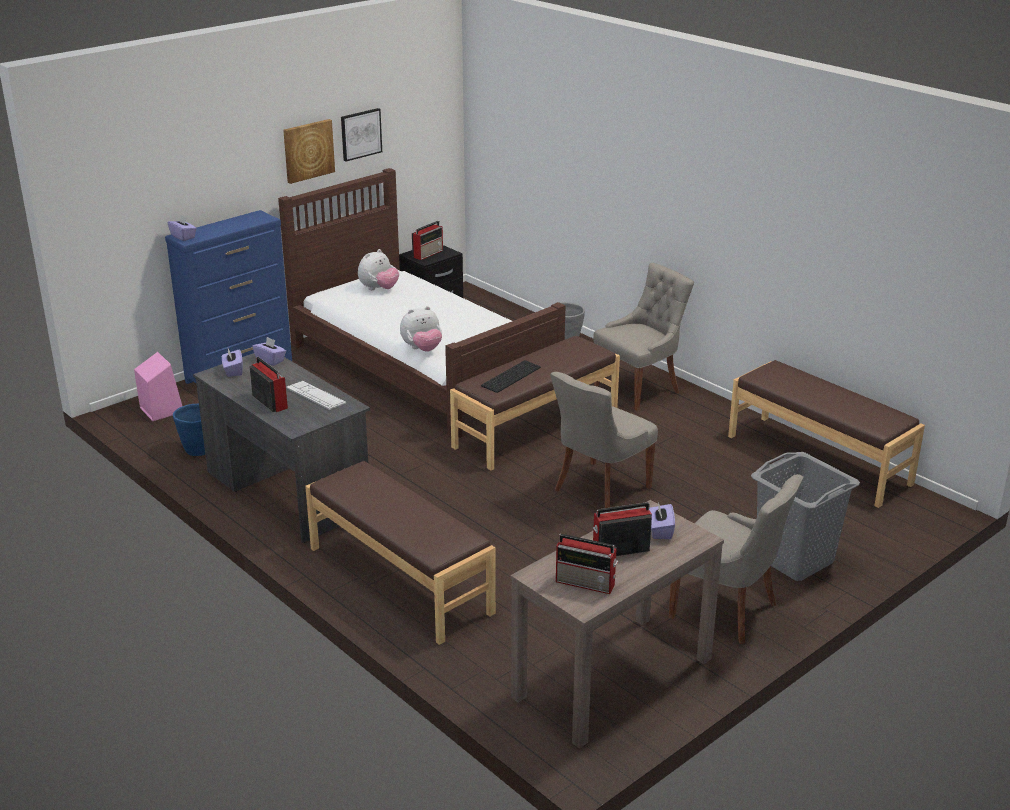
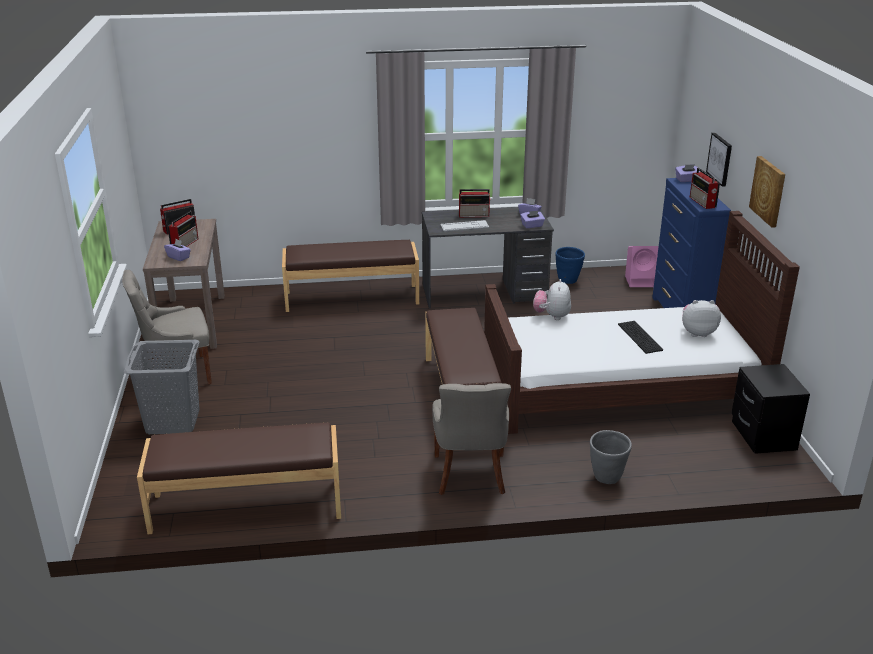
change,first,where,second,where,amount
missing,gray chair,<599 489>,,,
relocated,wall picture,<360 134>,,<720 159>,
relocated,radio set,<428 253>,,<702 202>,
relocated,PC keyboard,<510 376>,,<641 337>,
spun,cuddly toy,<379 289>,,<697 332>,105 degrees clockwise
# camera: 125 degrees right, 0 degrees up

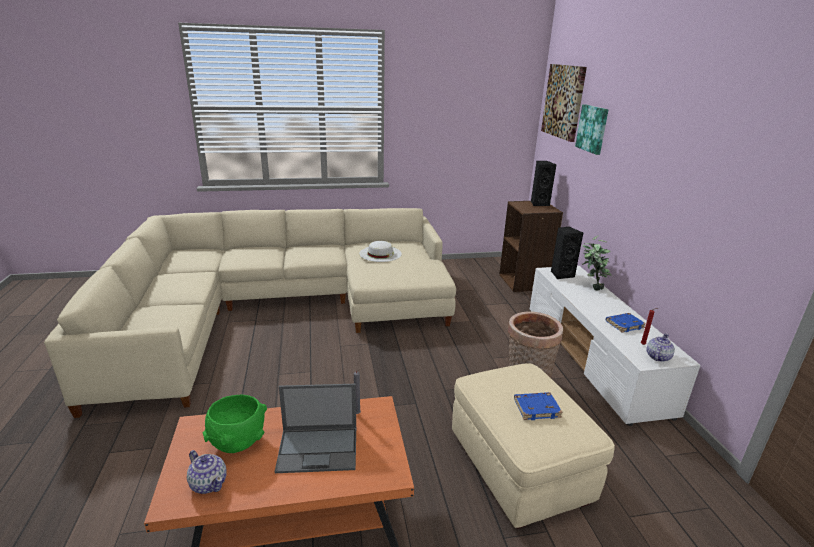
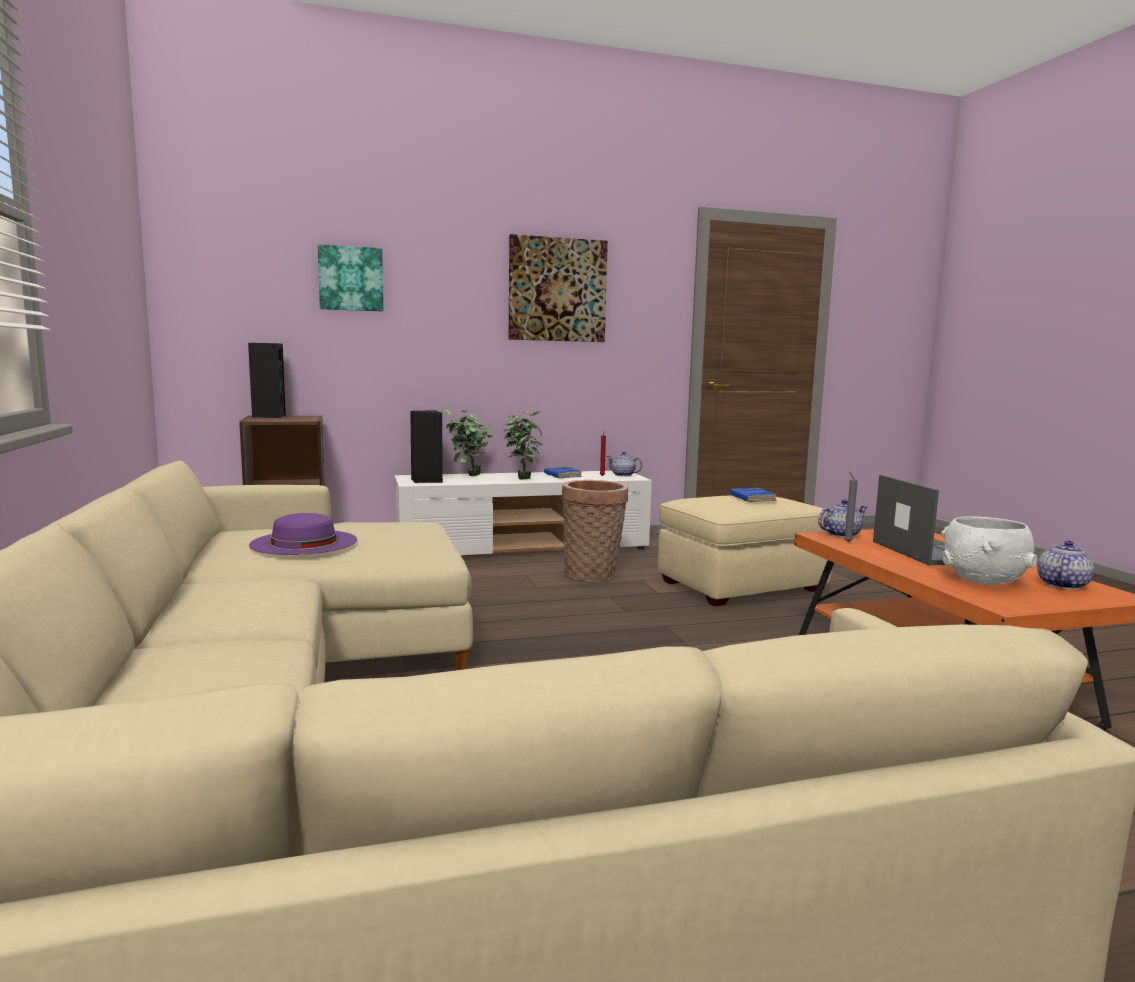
change,first,where,second,where,amount
appeared,,,potted plant,<522 478>,
appeared,,,tea pot,<840 534>,
relocated,wall picture,<564 101>,,<557 290>,
colour,green deep dish,<238 442>,whitish deep dish,<984 581>,
colour,whitish wearable hat,<380 253>,purple wearable hat,<304 542>,
# camera: 95 degrees left, 15 degrees down

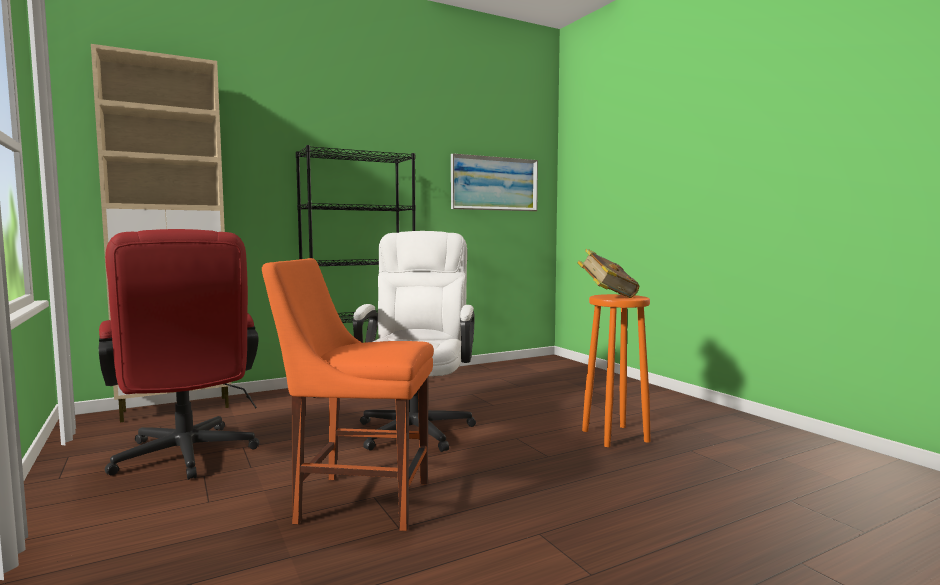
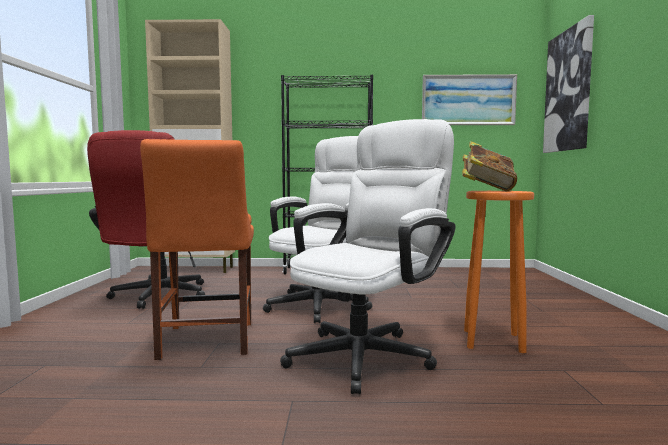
change,first,where,second,where,amount
appeared,,,whitish desk chair,<369 352>,
appeared,,,wall picture,<568 91>,
spun,orangey chair,<357 500>,,<206 342>,135 degrees counterclockwise
# camera: 30 degrees right, 0 degrees up

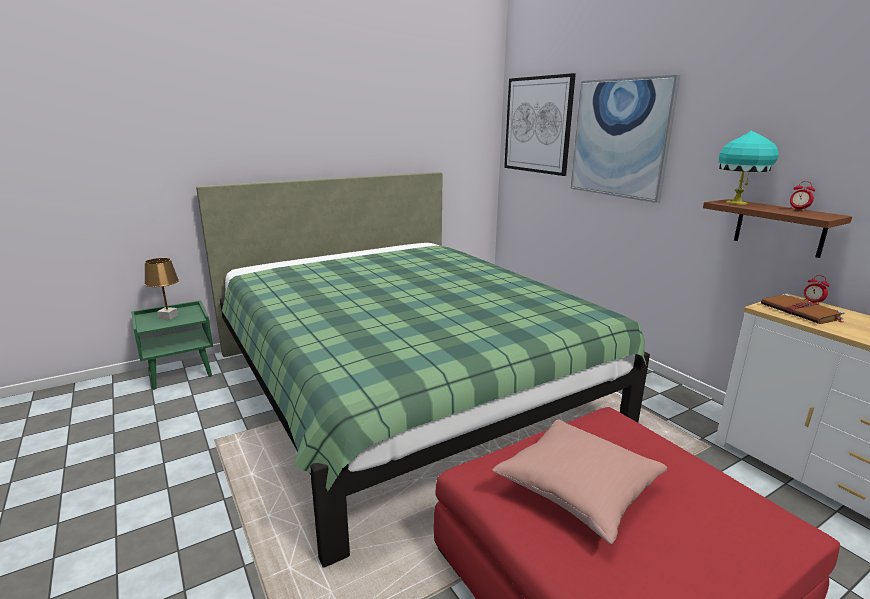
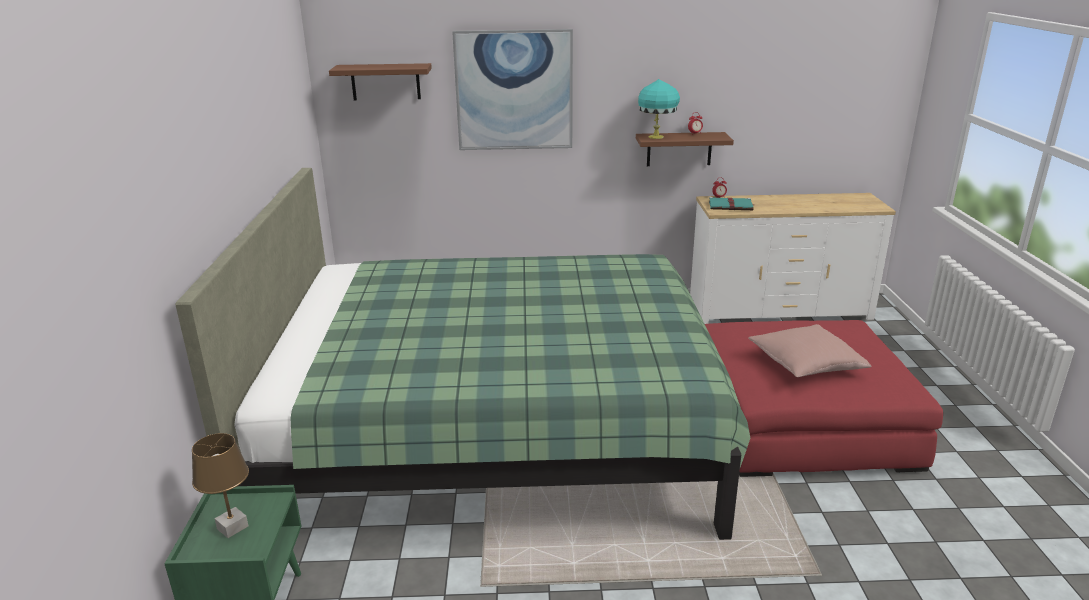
change,first,where,second,where,amount
exchanged,wall picture,<537 125>,brown-coloured bracket shelf,<385 82>,
colour,brown-coloured volume,<801 312>,turquoise-coloured volume,<731 206>,
# camera: 60 degrees left, 5 degrees up

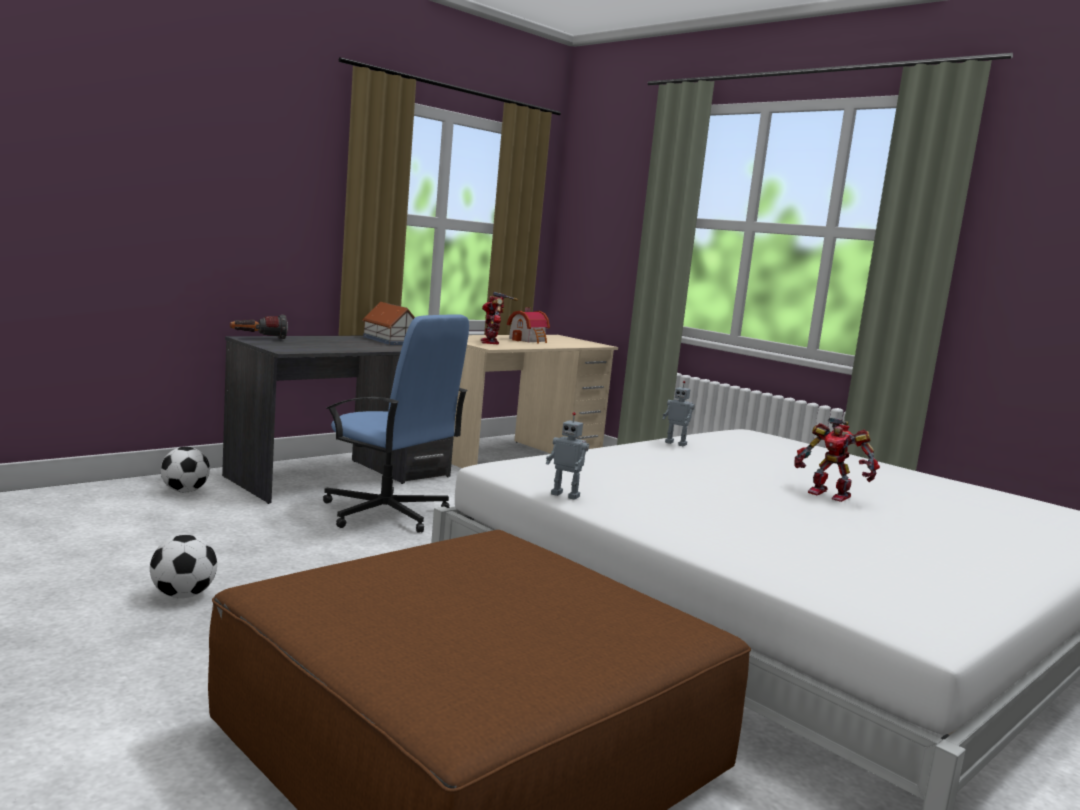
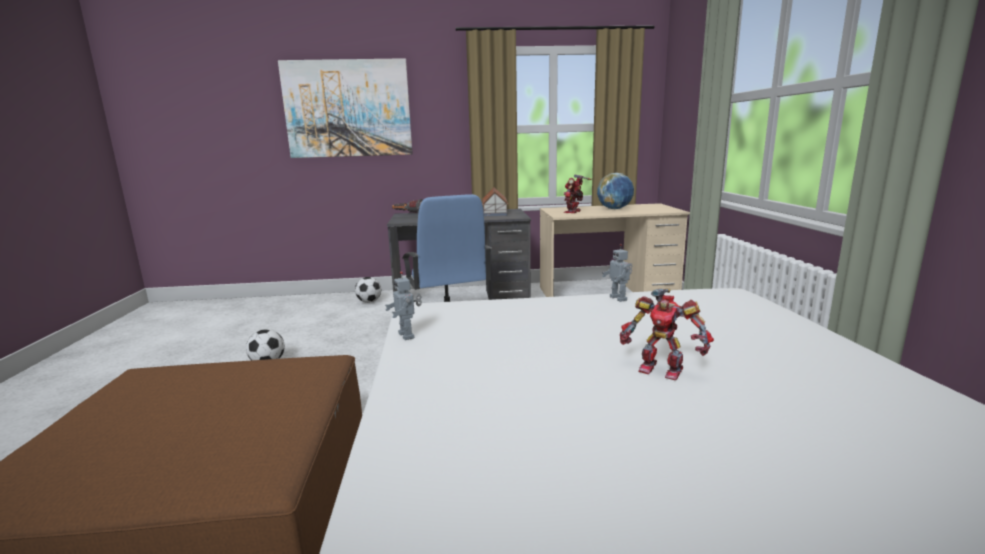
change,first,where,second,where,amount
appeared,,,wall picture,<348 109>,
exchanged,miniature house,<529 340>,desk globe,<614 209>,
spun,robot figure,<830 494>,,<661 369>,45 degrees counterclockwise
# camera: 40 degrees right, 5 degrees up

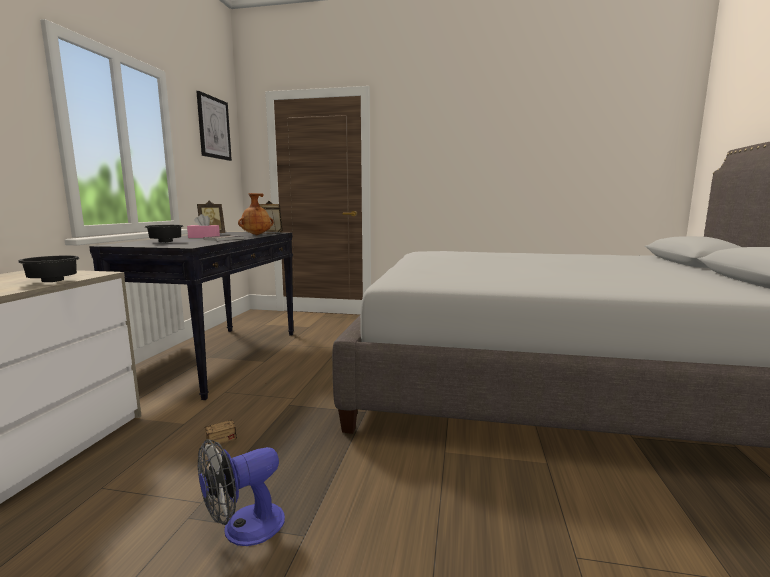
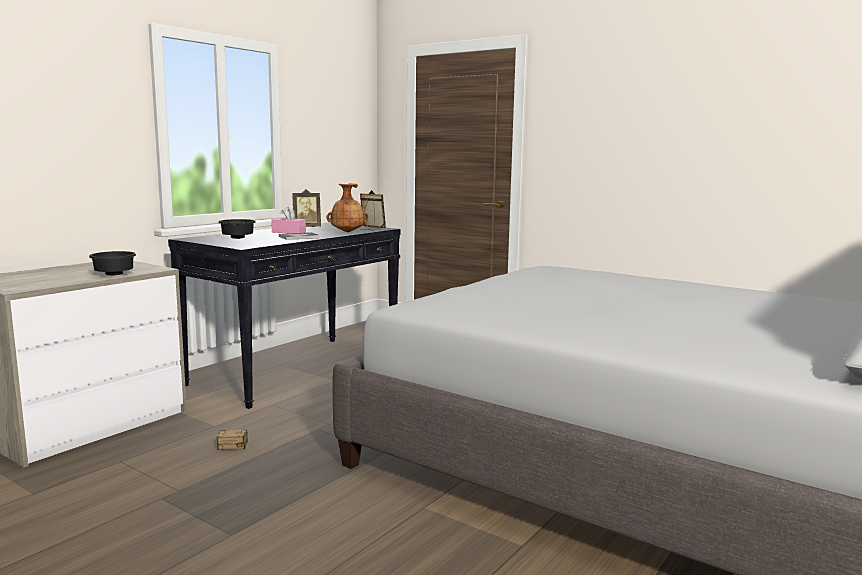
change,first,where,second,where,amount
missing,wall picture,<214 128>,,,
missing,cooling fan,<243 529>,,,
# camera: 25 degrees right, 0 degrees up

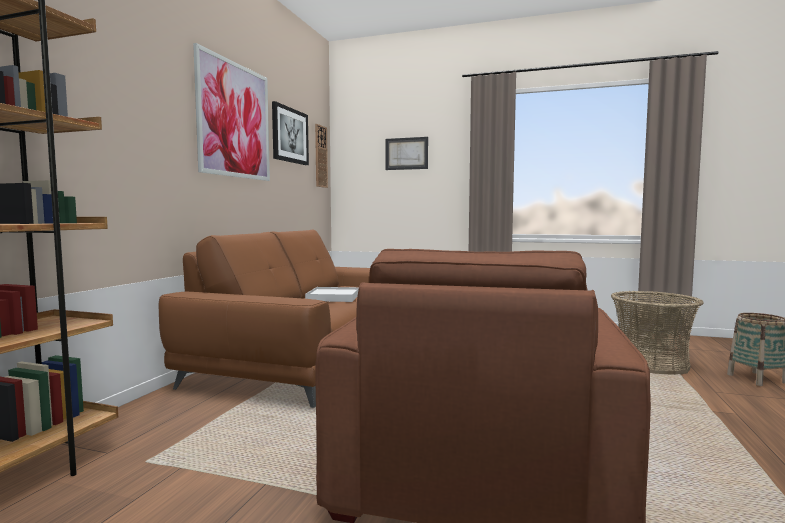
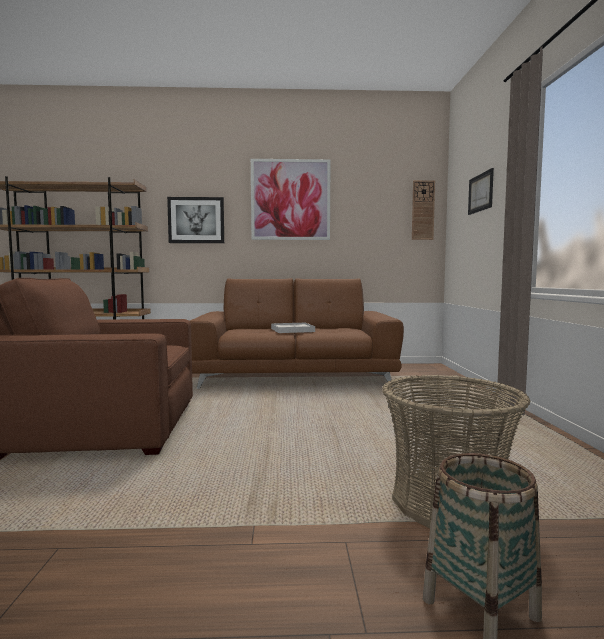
change,first,where,second,where,amount
relocated,wall picture,<290 135>,,<196 220>,
# camera: 70 degrees right, 0 degrees up

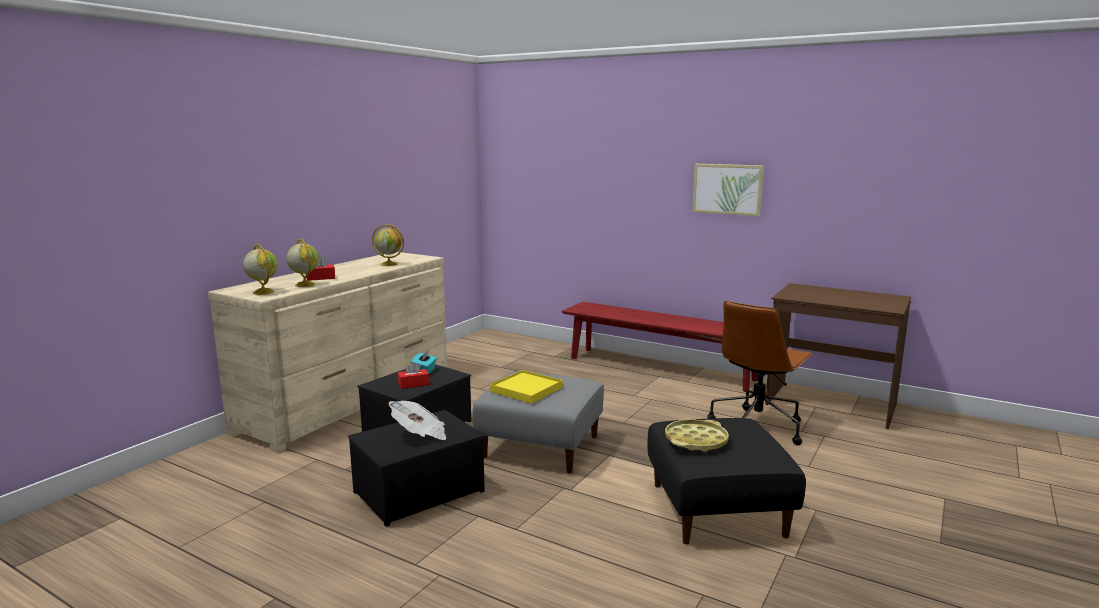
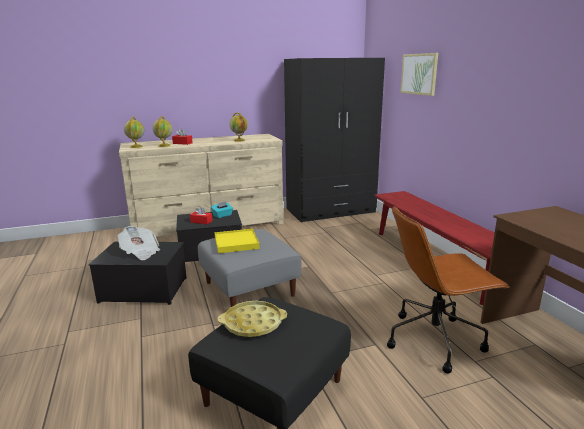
change,first,where,second,where,amount
appeared,,,black wardrobe,<331 210>,
relocated,wall picture,<727 189>,,<419 74>,
# camera: 40 degrees right, 5 degrees up

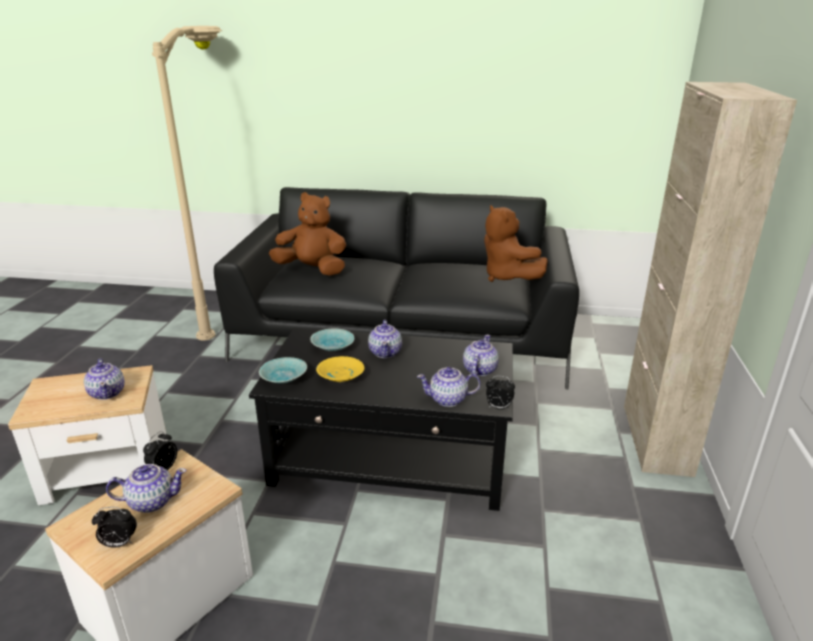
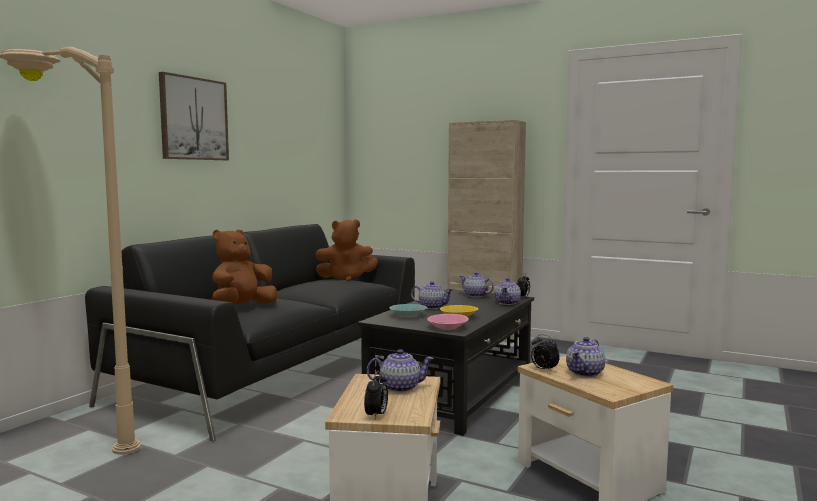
change,first,where,second,where,amount
appeared,,,wall picture,<193 119>,
relocated,table clock,<119 543>,,<376 415>,
colour,turquoise-coloured deep dish,<283 378>,pink deep dish,<448 328>,
spun,tea pot,<151 501>,,<585 373>,150 degrees counterclockwise
# camera: 70 degrees left, 20 degrees down

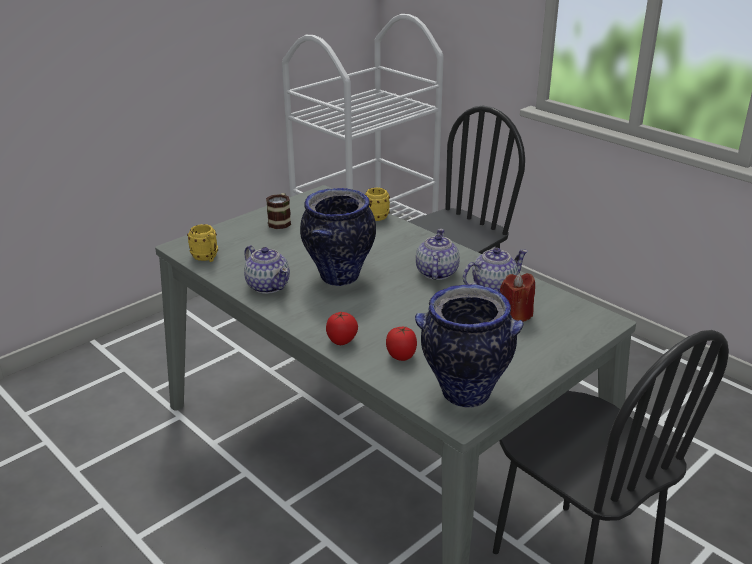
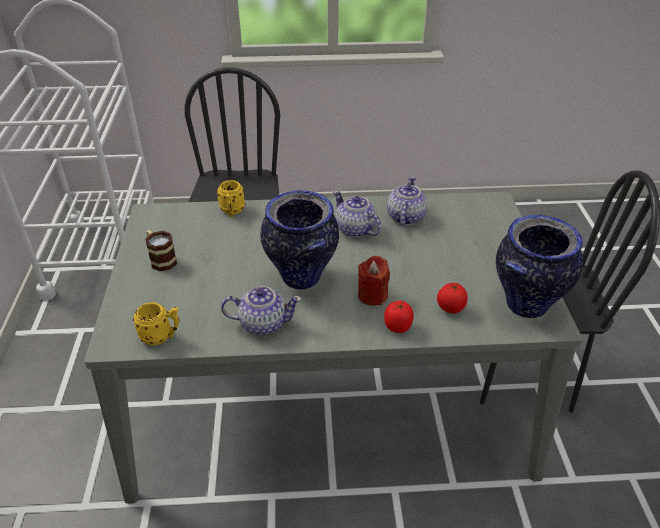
change,first,where,second,where,amount
relocated,red wax light,<516 314>,,<372 295>,
# camera: 50 degrees left, 10 degrees up

